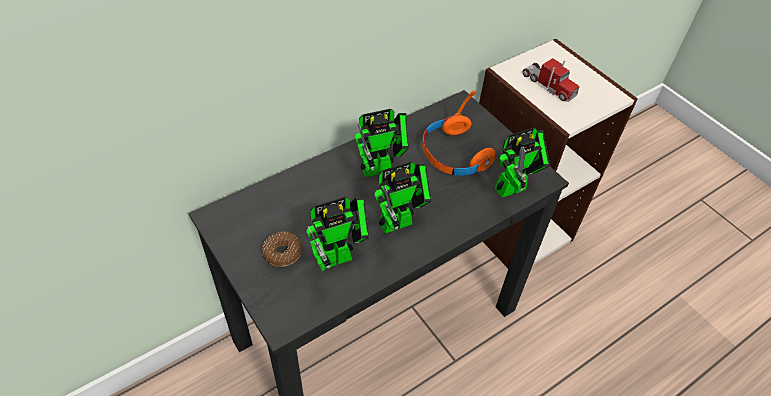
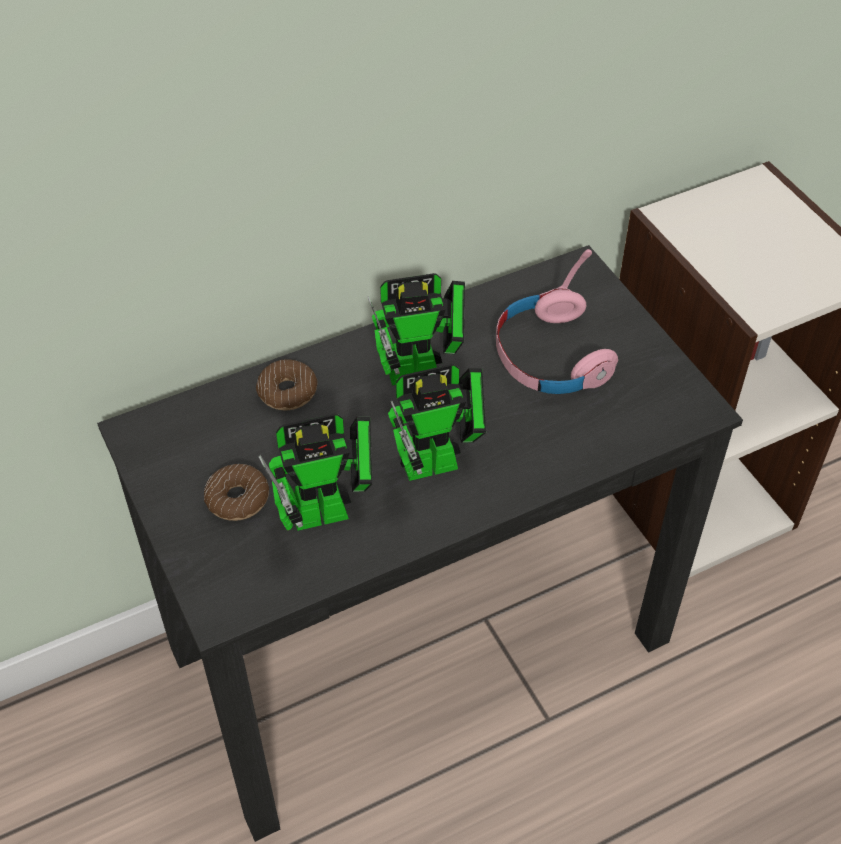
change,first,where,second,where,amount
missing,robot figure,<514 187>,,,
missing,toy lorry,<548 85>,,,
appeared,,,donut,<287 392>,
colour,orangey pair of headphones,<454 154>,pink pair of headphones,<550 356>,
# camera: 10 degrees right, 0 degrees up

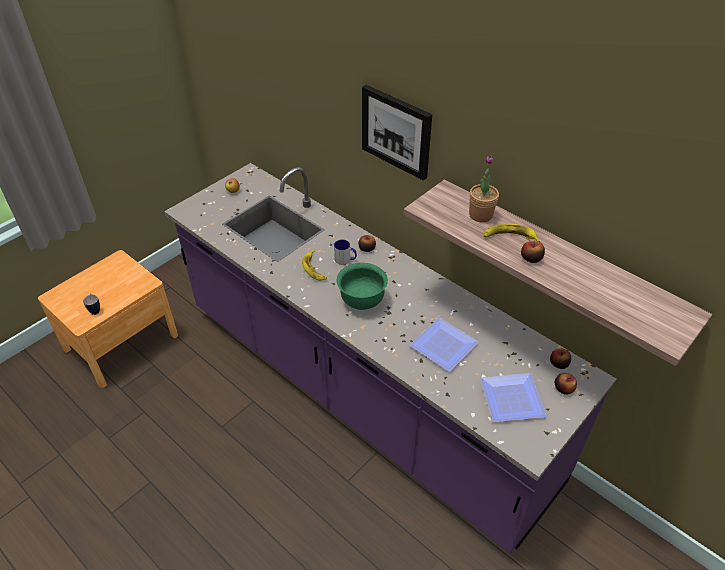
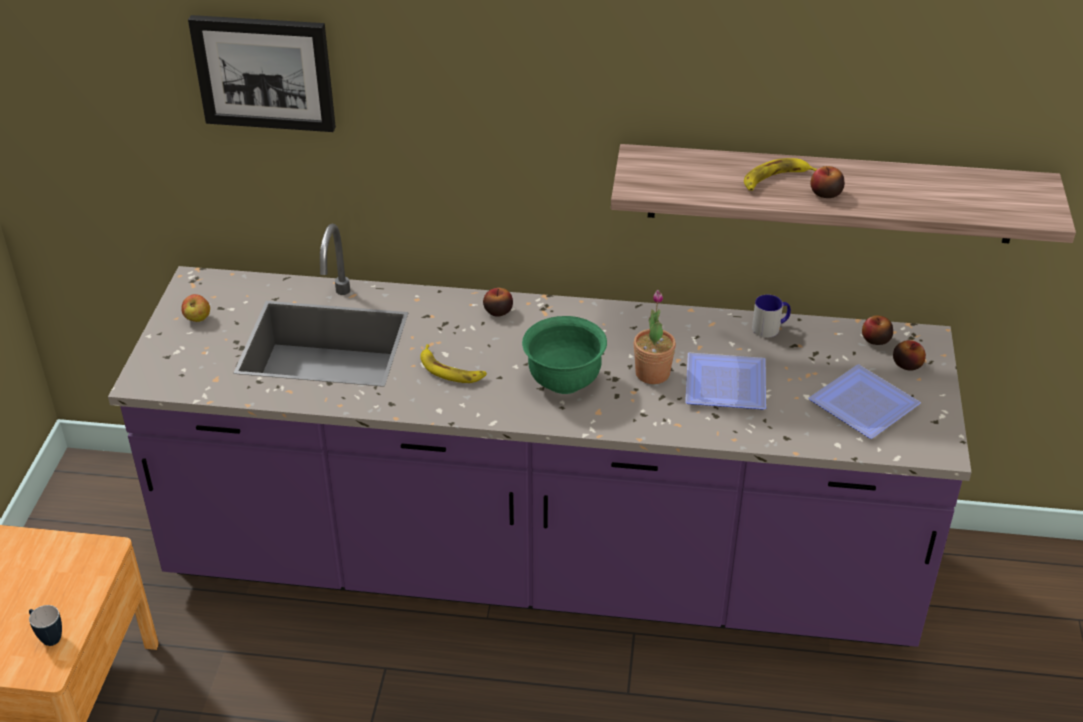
change,first,where,second,where,amount
relocated,coffee mug,<345 260>,,<770 328>,
relocated,wall picture,<396 131>,,<264 72>,
relocated,potted plant,<480 215>,,<652 373>,
# camera: 35 degrees left, 5 degrees down

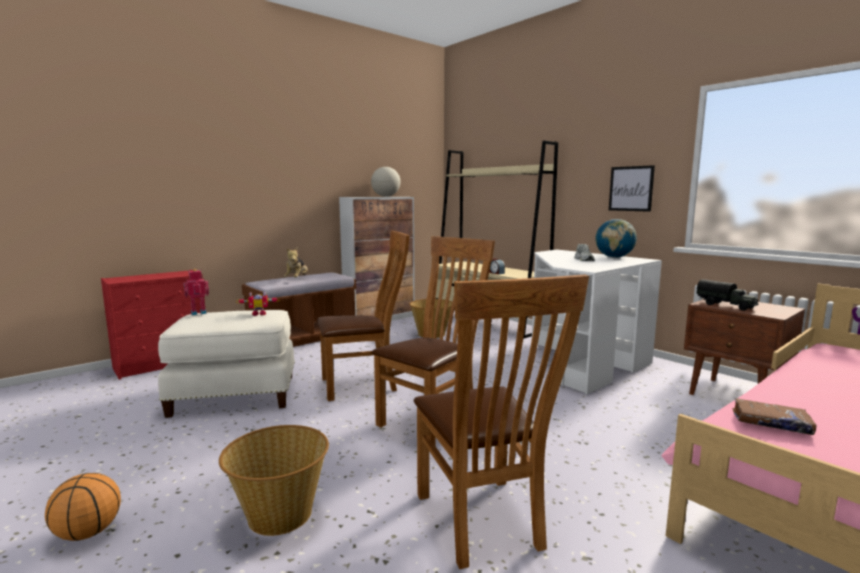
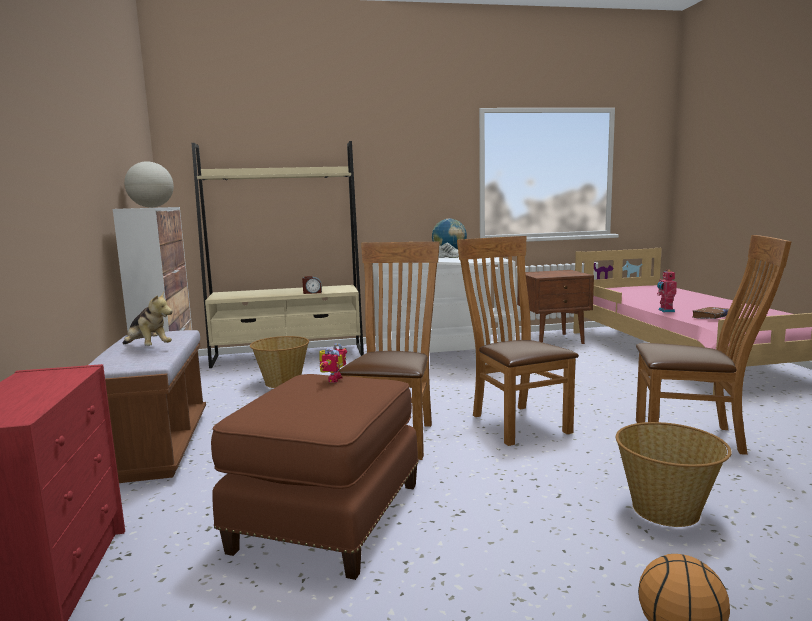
change,first,where,second,where,amount
missing,wall picture,<631 188>,,,
missing,toy lorry,<726 306>,,,
relocated,robot figure,<198 312>,,<665 311>,
colour,whitish ottoman,<235 394>,brown-coloured ottoman,<326 515>,
# camera: 60 degrees left, 0 degrees up

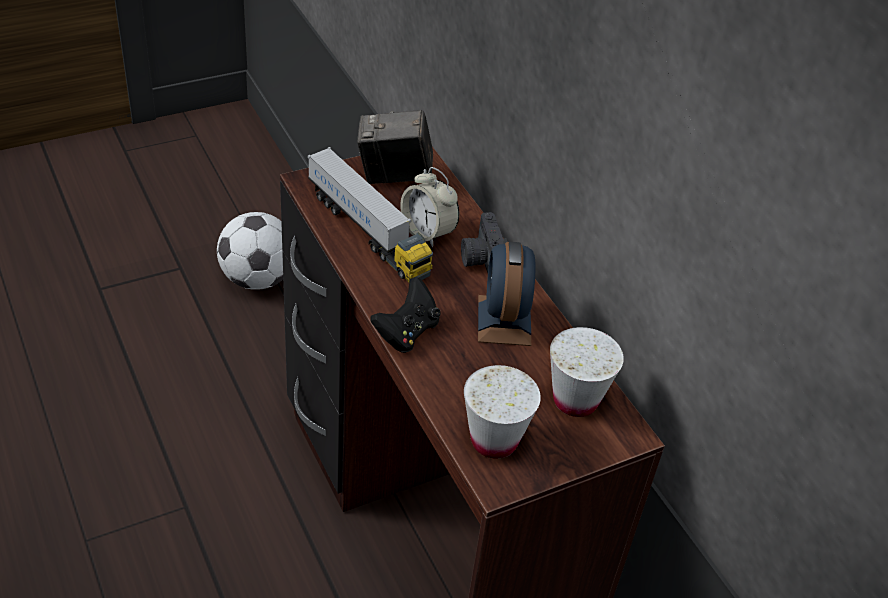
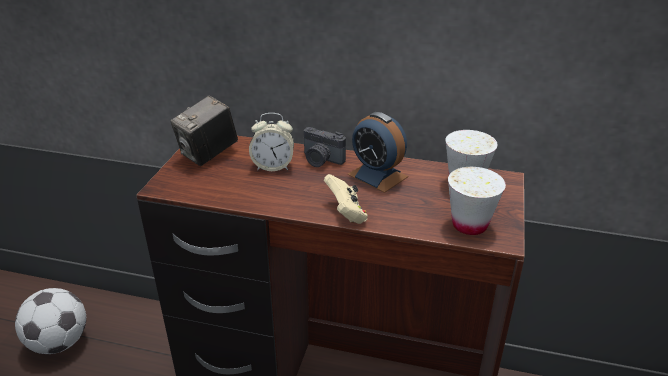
change,first,where,second,where,amount
missing,toy lorry,<368 232>,,,
colour,black joypad,<406 332>,sand-coloured joypad,<346 214>,
# camera: 45 degrees left, 10 degrees down

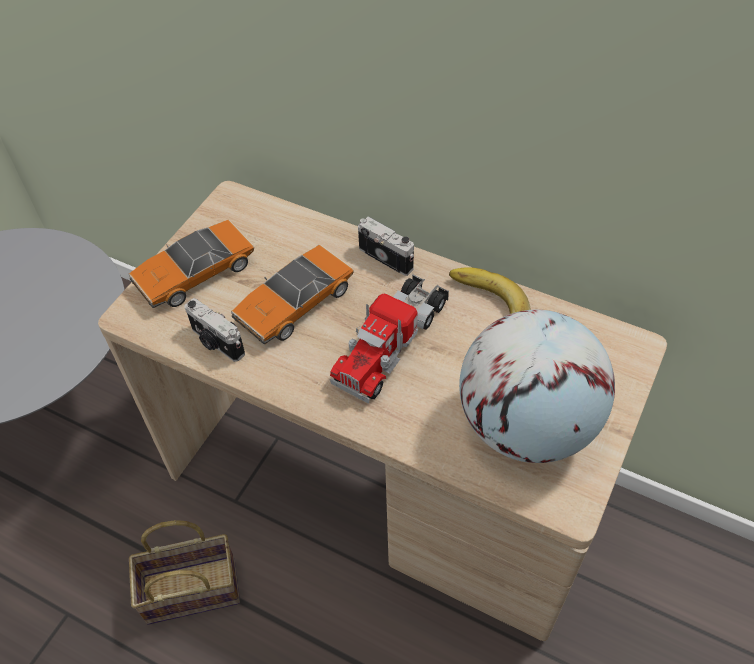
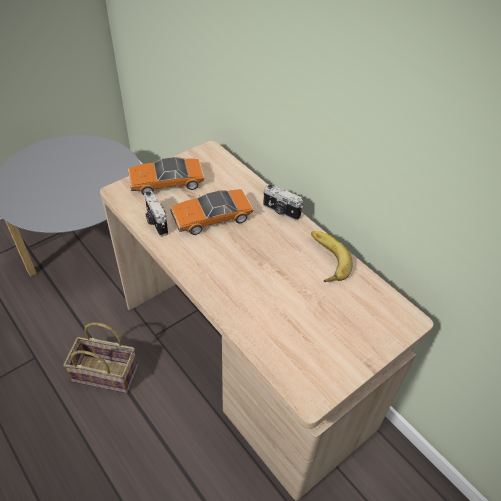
change,first,where,second,where,amount
missing,toy lorry,<392 342>,,,
missing,desk globe,<526 425>,,,
spun,photo camera,<387 257>,,<281 211>,150 degrees clockwise
# camera: 20 degrees right, 5 degrees down

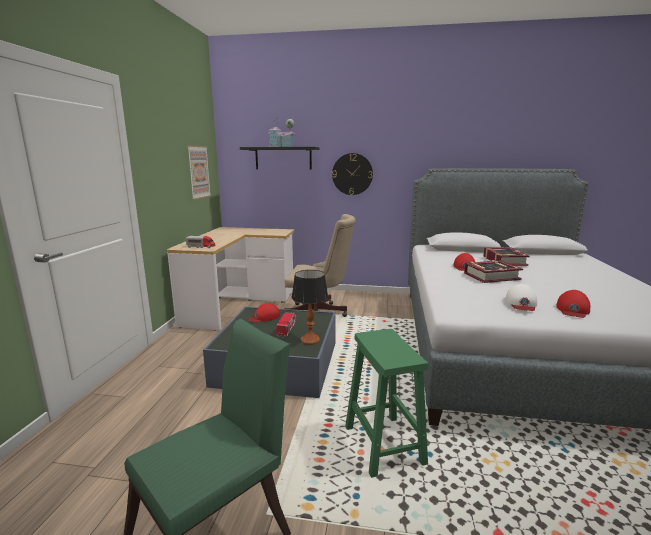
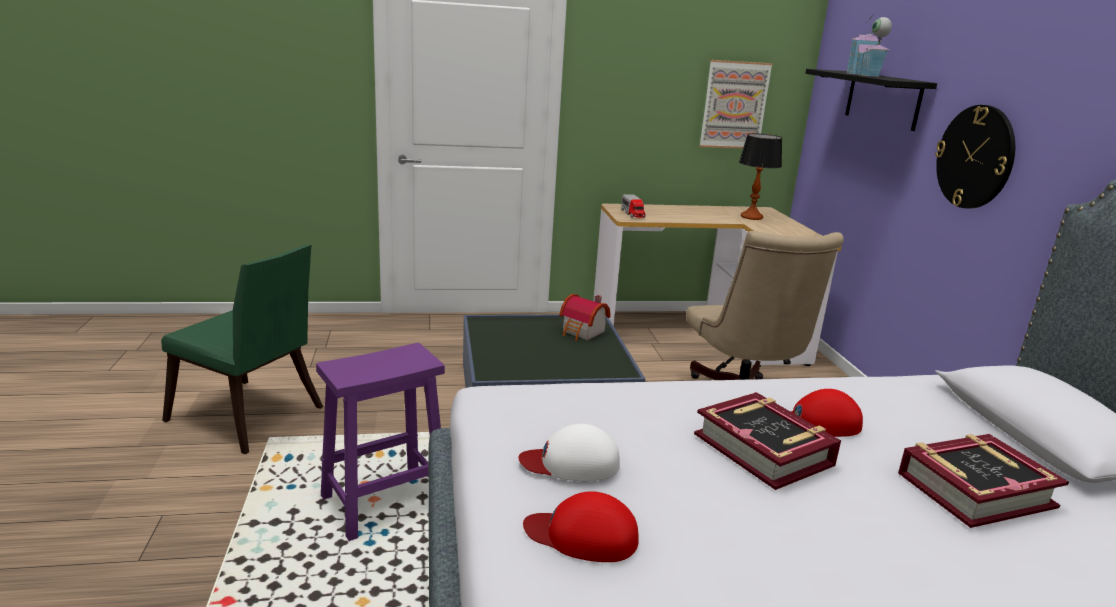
change,first,where,second,where,amount
missing,toy lorry,<287 328>,,,
relocated,table lamp,<310 340>,,<752 217>,
exchanged,red baseball cap,<264 317>,miniature house,<583 332>,
colour,green stool seat,<384 446>,purple stool seat,<382 503>,
# camera: 70 degrees right, 5 degrees up

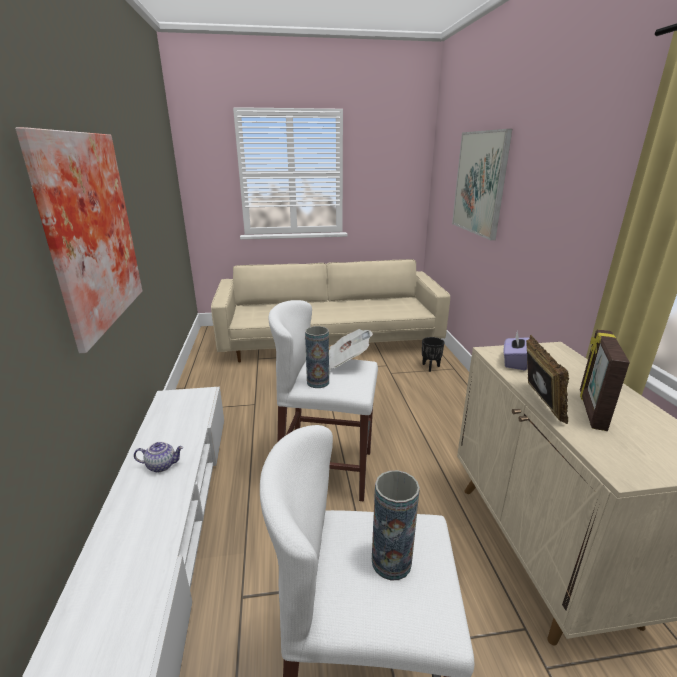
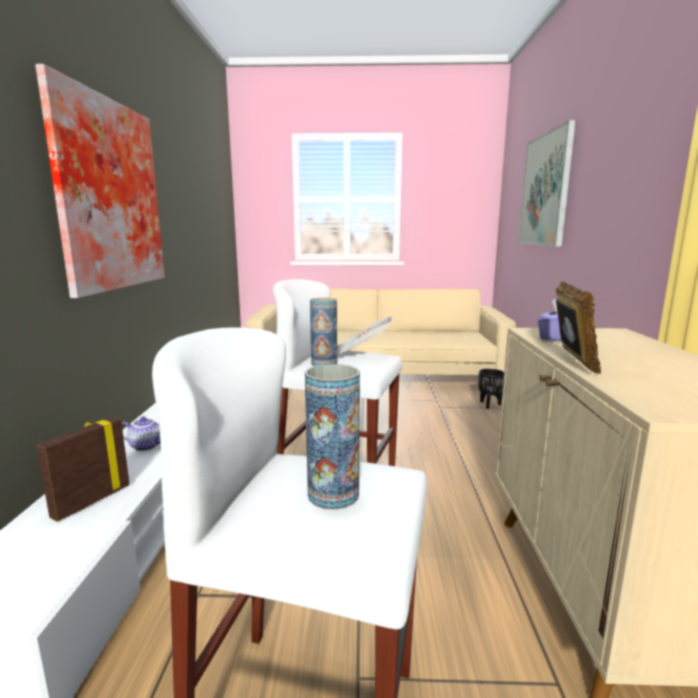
change,first,where,second,where,amount
relocated,picture frame,<590 410>,,<91 501>,
# camera: 10 degrees right, 10 degrees down

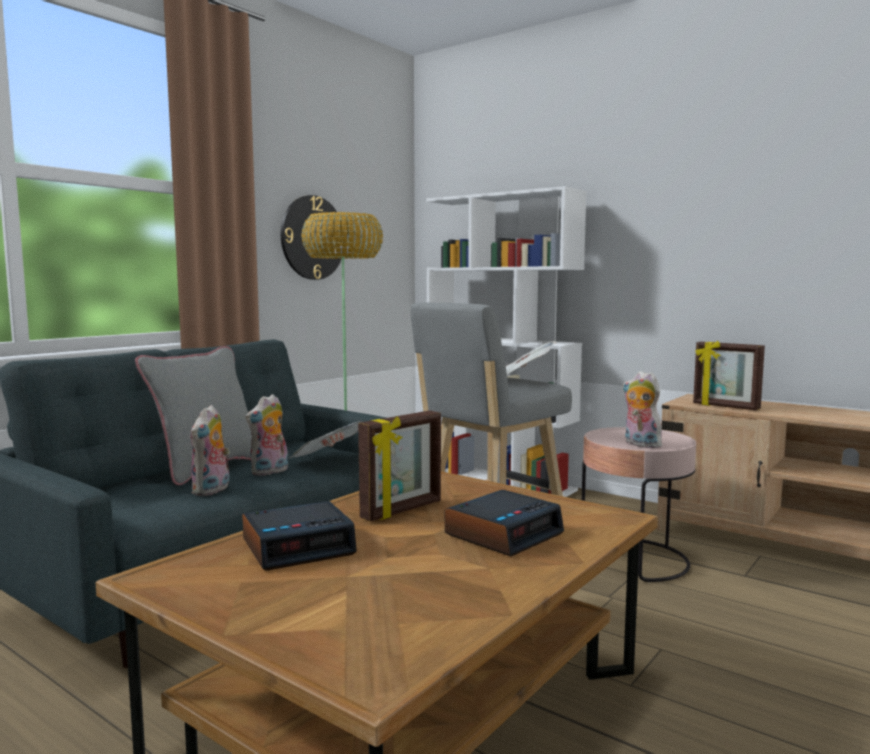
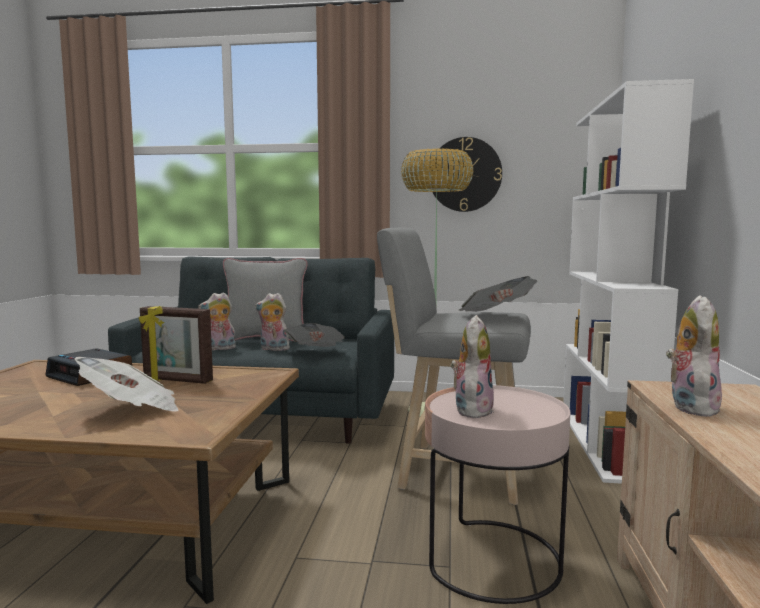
change,first,where,second,where,amount
exchanged,table clock,<503 533>,printed paper,<132 409>,
exchanged,picture frame,<725 407>,cuddly toy,<689 406>,
# camera: 60 degrees right, 0 degrees up

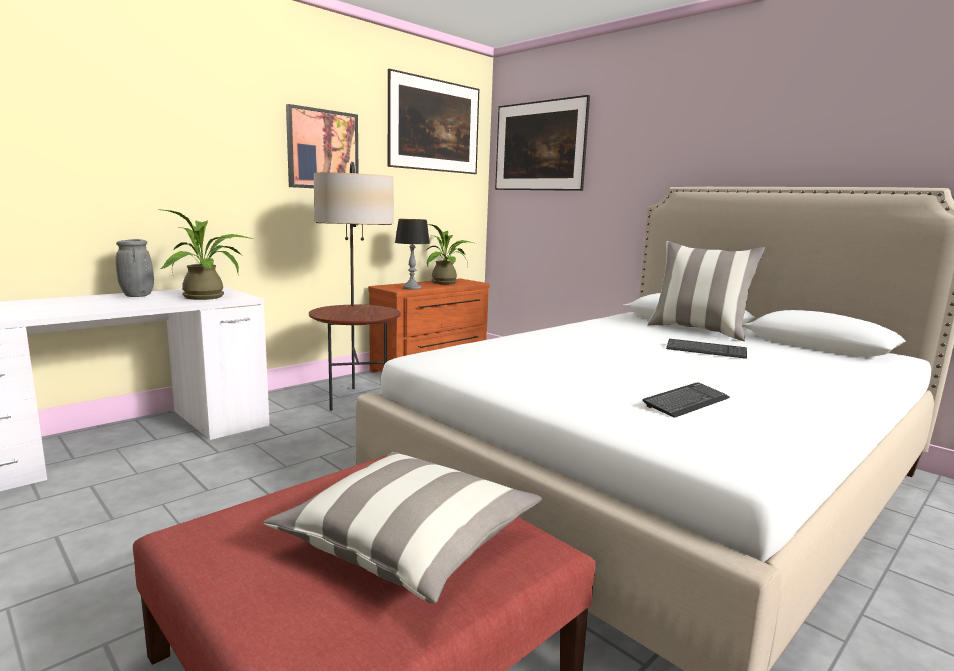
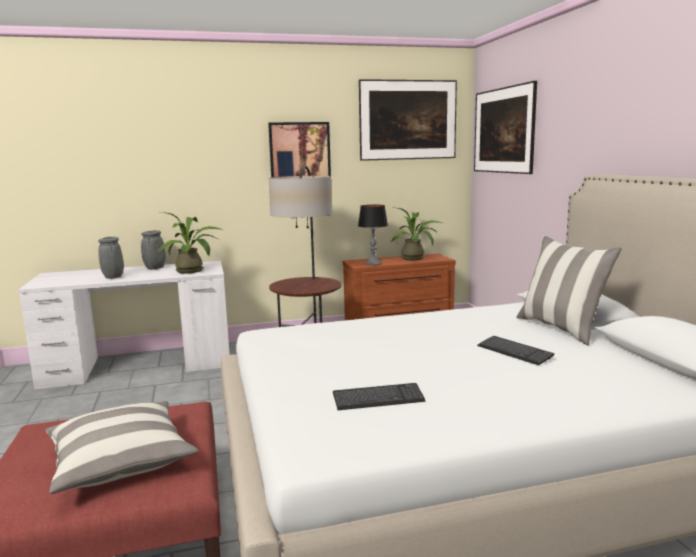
change,first,where,second,where,amount
appeared,,,gray flower vase,<113 277>,
# camera: 30 degrees right, 0 degrees up

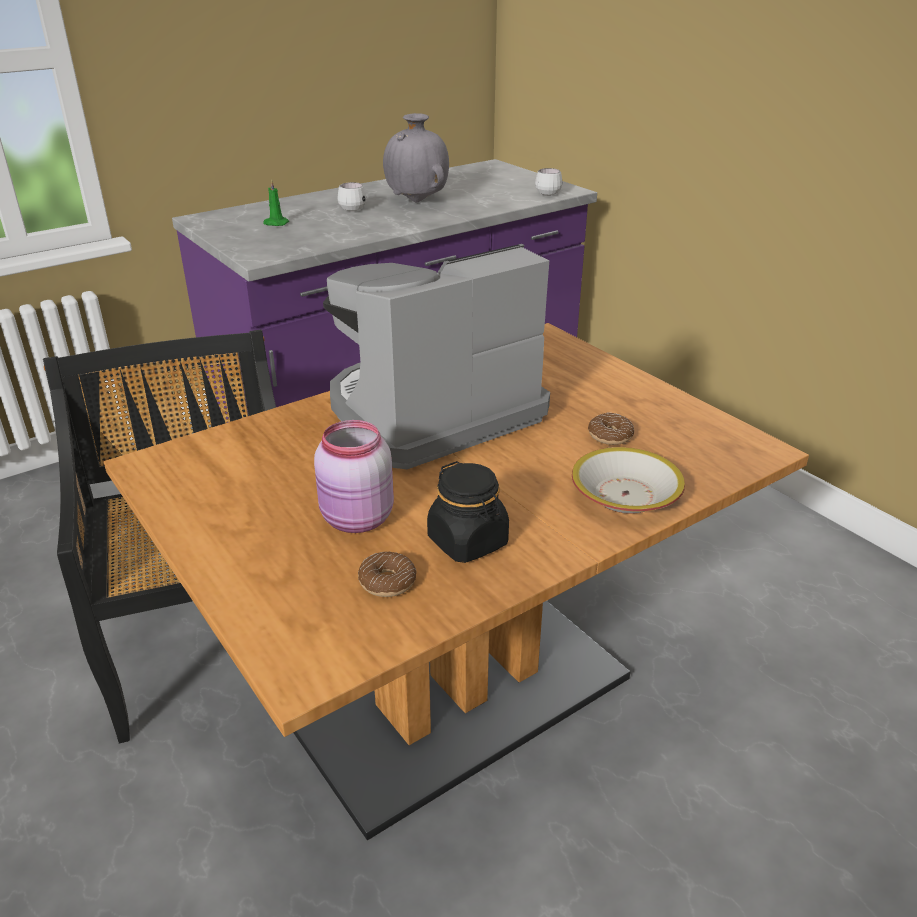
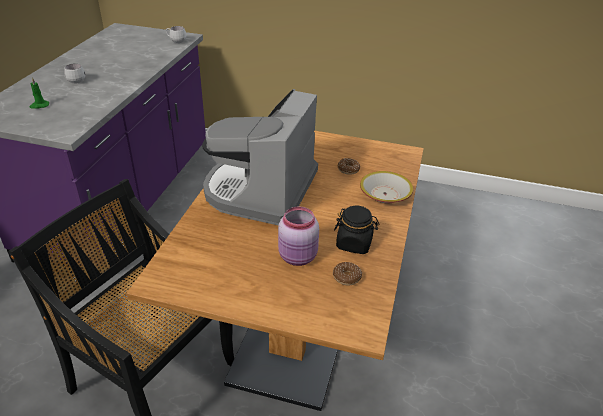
change,first,where,second,where,amount
missing,gray flower vase,<417 201>,,,
# camera: 40 degrees left, 5 degrees up

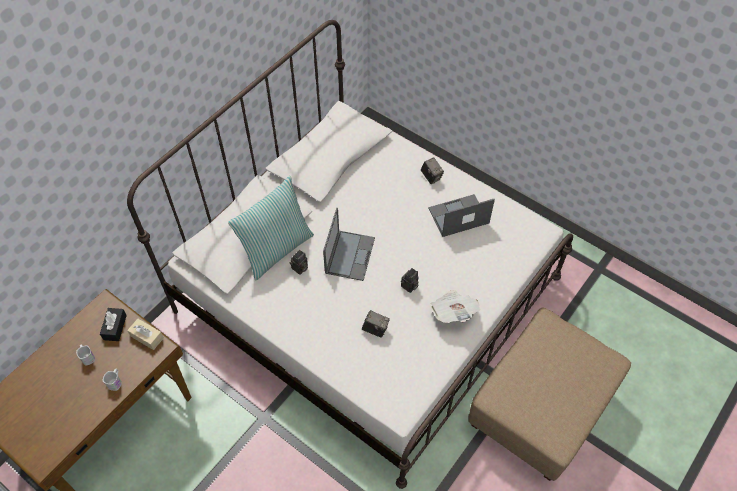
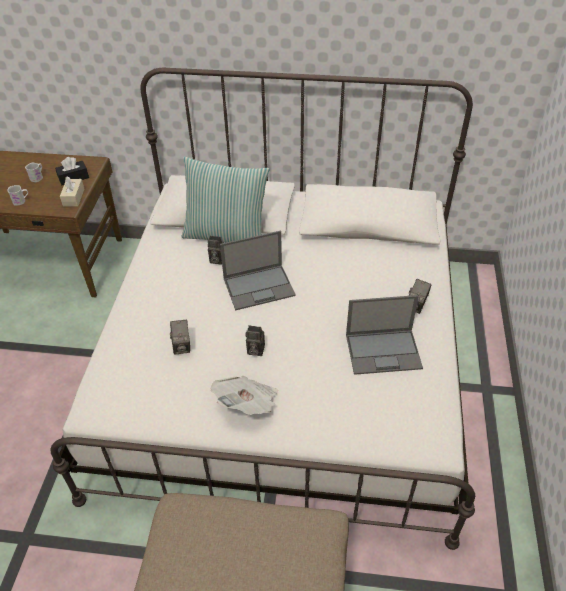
change,first,where,second,where,amount
spun,laptop,<458 216>,,<384 351>,135 degrees clockwise
# camera: 60 degrees right, 10 degrees down

